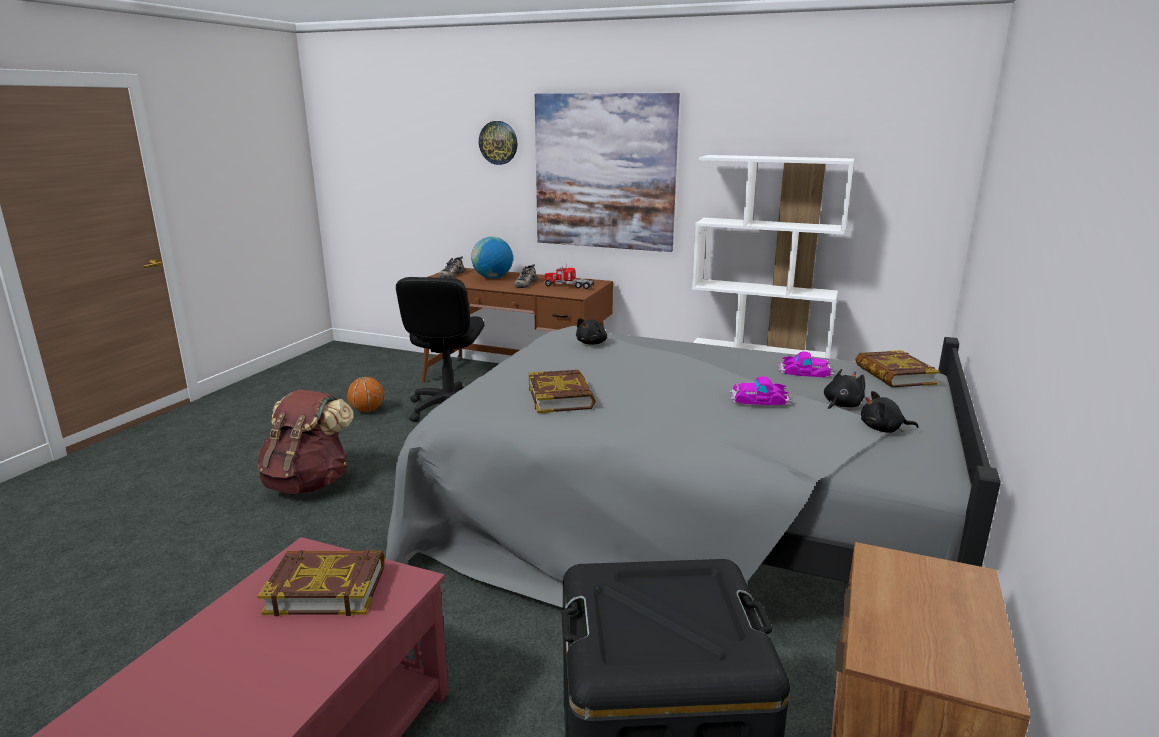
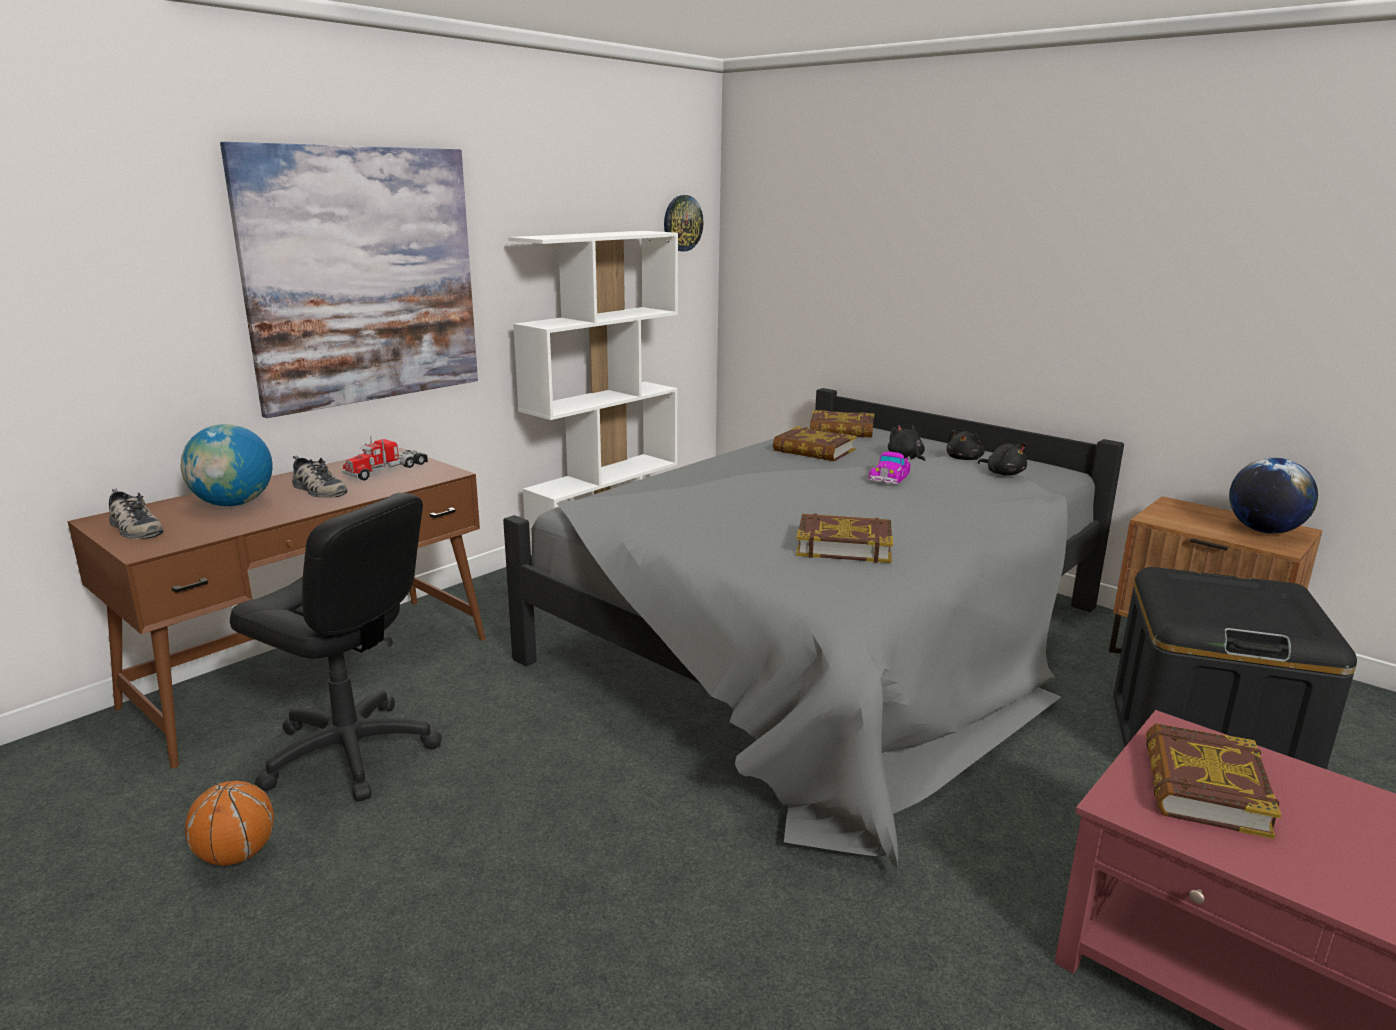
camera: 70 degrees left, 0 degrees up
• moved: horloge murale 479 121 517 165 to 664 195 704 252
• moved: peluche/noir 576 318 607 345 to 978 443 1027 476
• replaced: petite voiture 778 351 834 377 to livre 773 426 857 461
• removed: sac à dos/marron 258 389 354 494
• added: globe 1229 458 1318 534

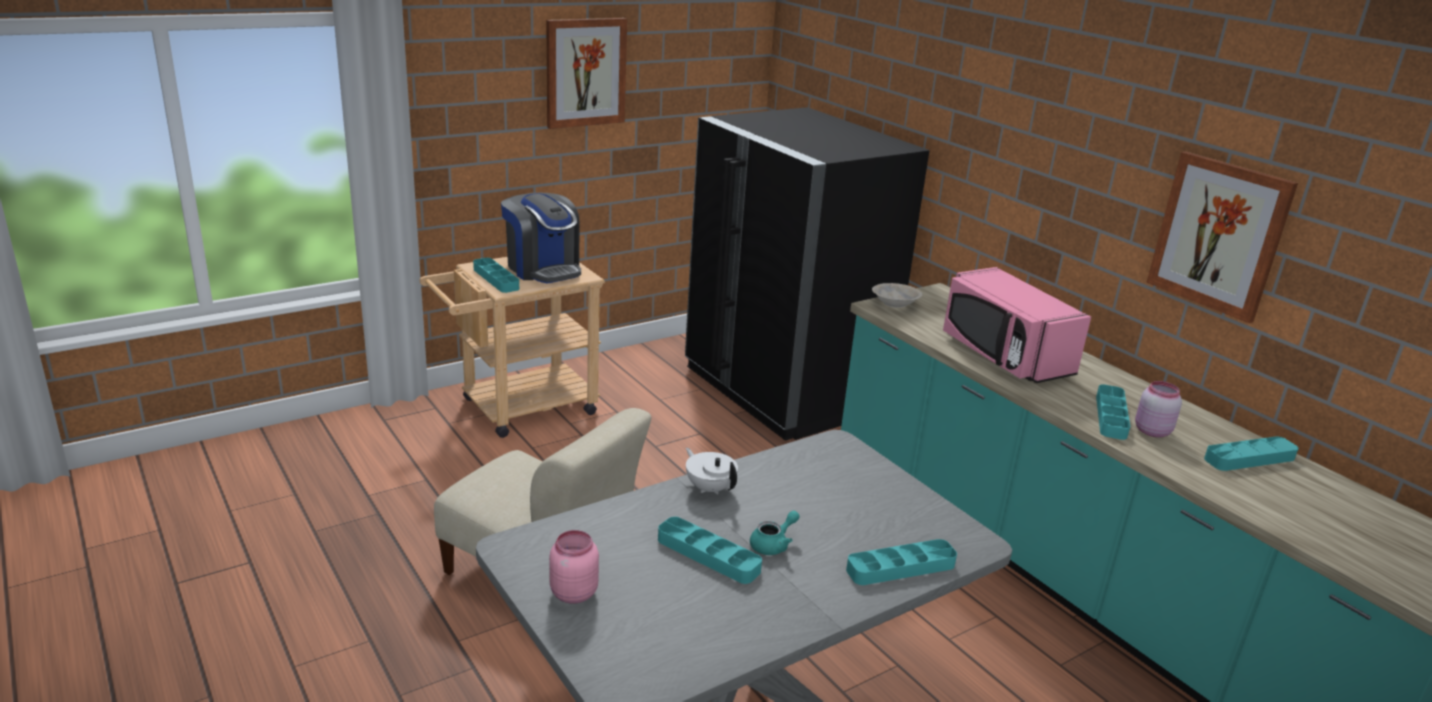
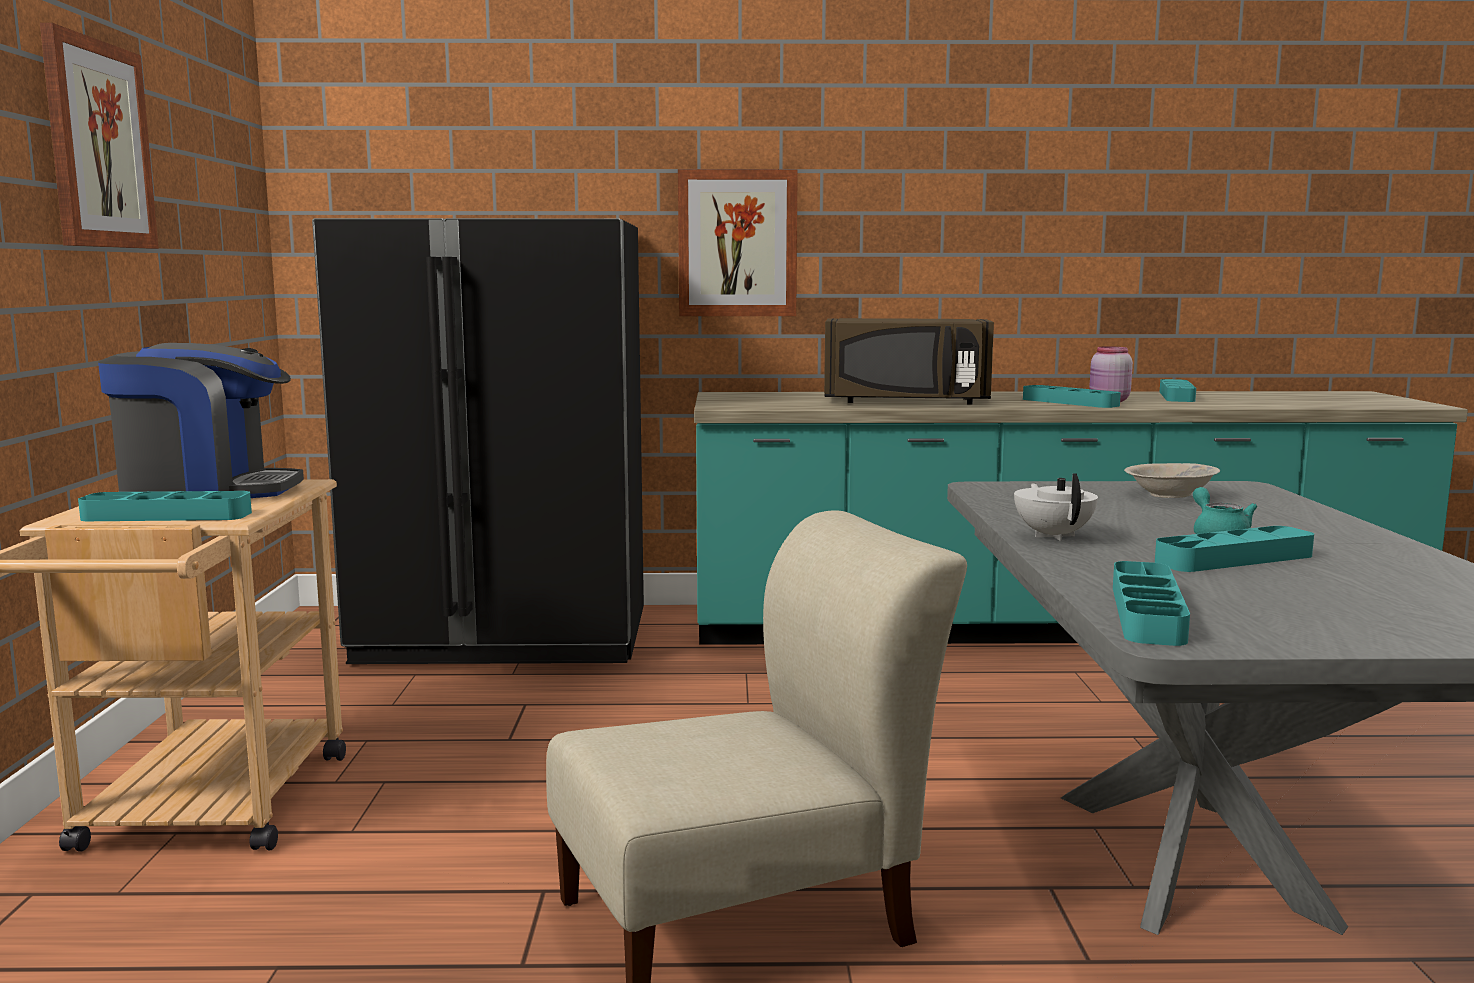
camera: 55 degrees left, 15 degrees down
• moved: tableau 1146 152 1298 323 to 678 169 798 316
• recoloured: micro-ondes/rose 943 267 1091 383 to micro-ondes/marron 824 318 994 405
• moved: bol/beige 872 283 922 308 to 1124 463 1220 498
• turned: théière/blanc 686 448 738 495 = 1014 473 1098 541 90 degrees clockwise
• removed: bocal/rose 549 530 599 604
• moved: plateau/turquoise 846 539 957 585 to 1113 561 1190 646

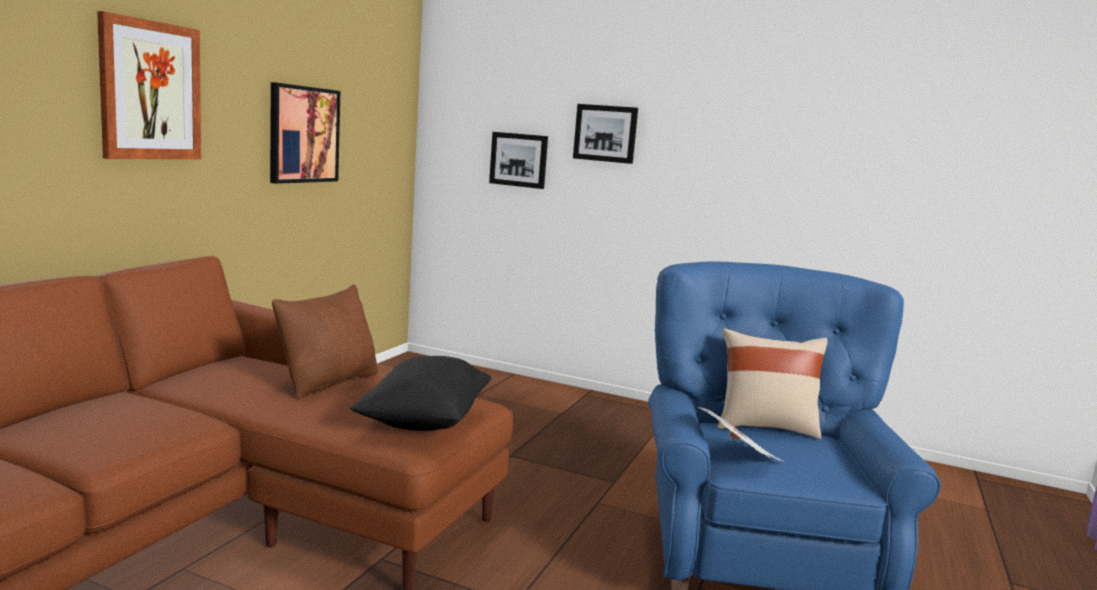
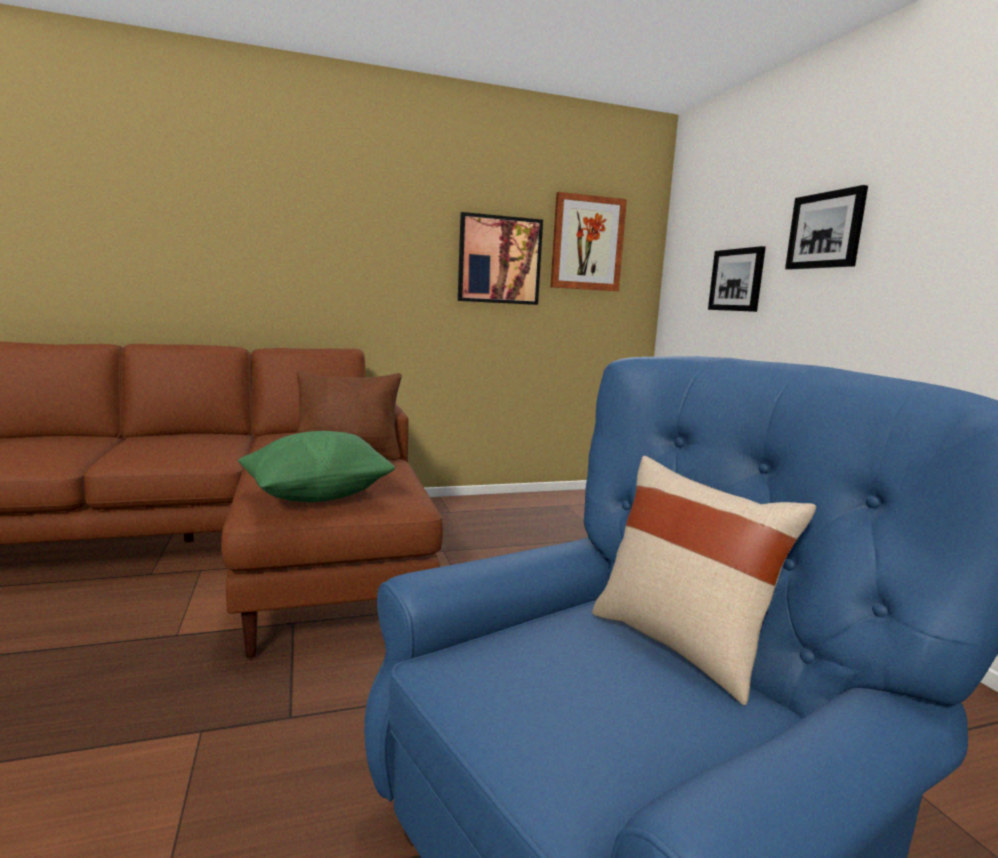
camera: 50 degrees right, 0 degrees up
• moved: tableau 97 11 201 159 to 550 192 627 291
• recoloured: coussin/noir 350 356 491 431 to coussin/vert 238 431 396 502
• removed: journal 698 407 785 462

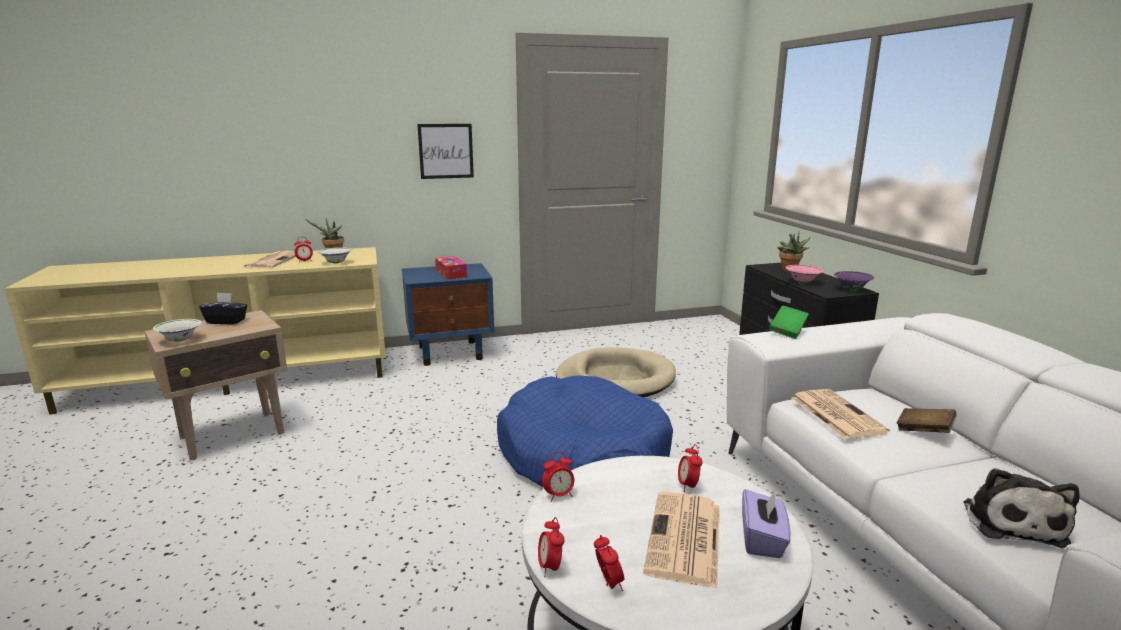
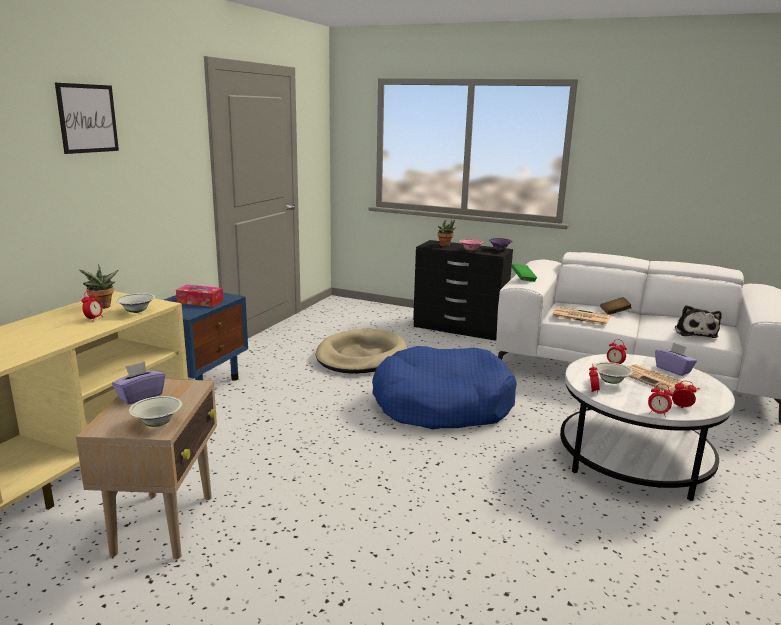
camera: 50 degrees left, 0 degrees up
• moved: tableau 417 124 474 179 to 55 83 119 154
• removed: journal 243 251 296 269
• recoloured: boîte à mouchoirs/noir 199 293 247 325 to boîte à mouchoirs/violet 112 361 165 405
• turned: peluche 964 468 1079 548 = 675 305 722 338 45 degrees clockwise
• added: bol/blanc 593 362 633 384

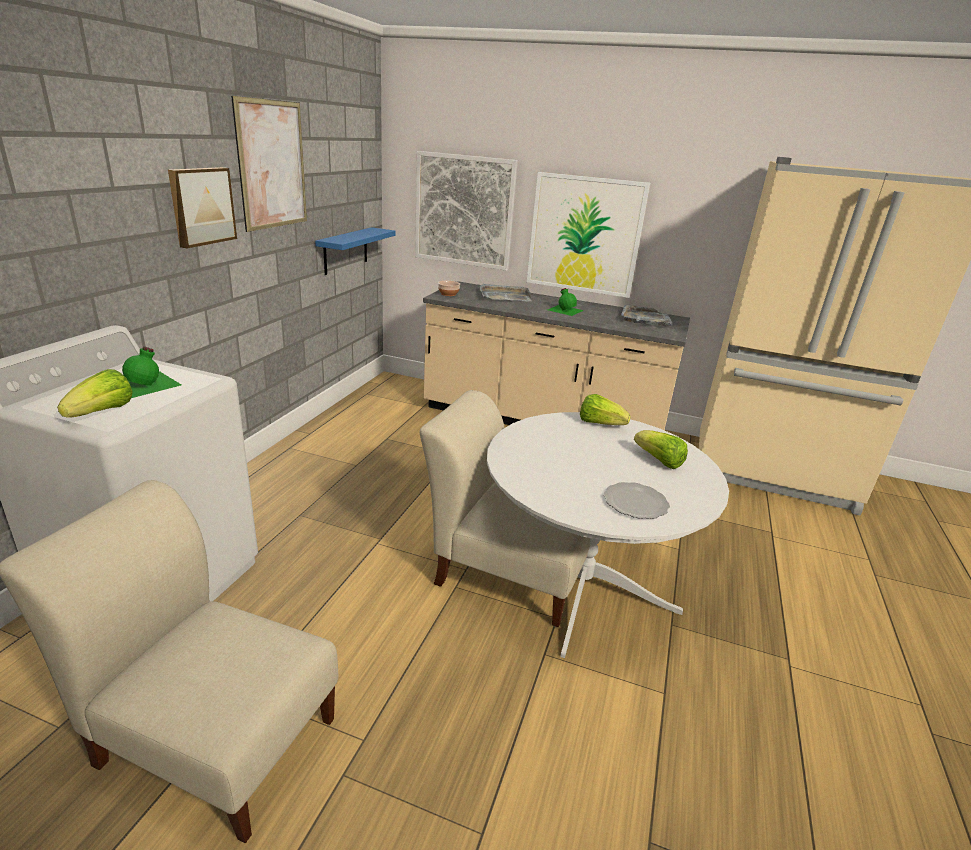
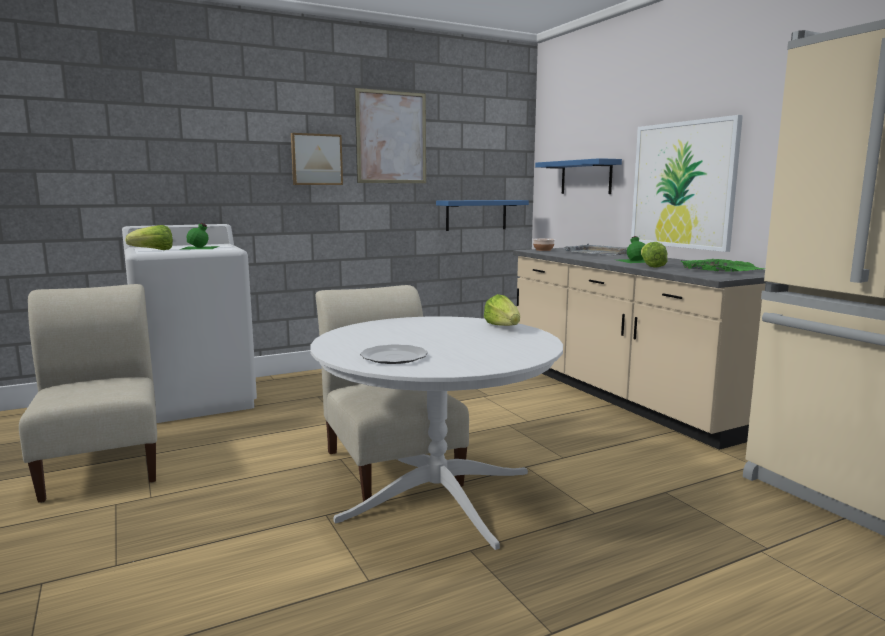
camera: 45 degrees right, 15 degrees down
• replaced: tableau 415 151 518 271 to étagère/bleu 535 158 622 194
• recoloured: plateau/gris 621 305 673 326 to plateau/vert 680 259 765 272
• moved: laitue 634 430 688 469 to 641 242 668 268

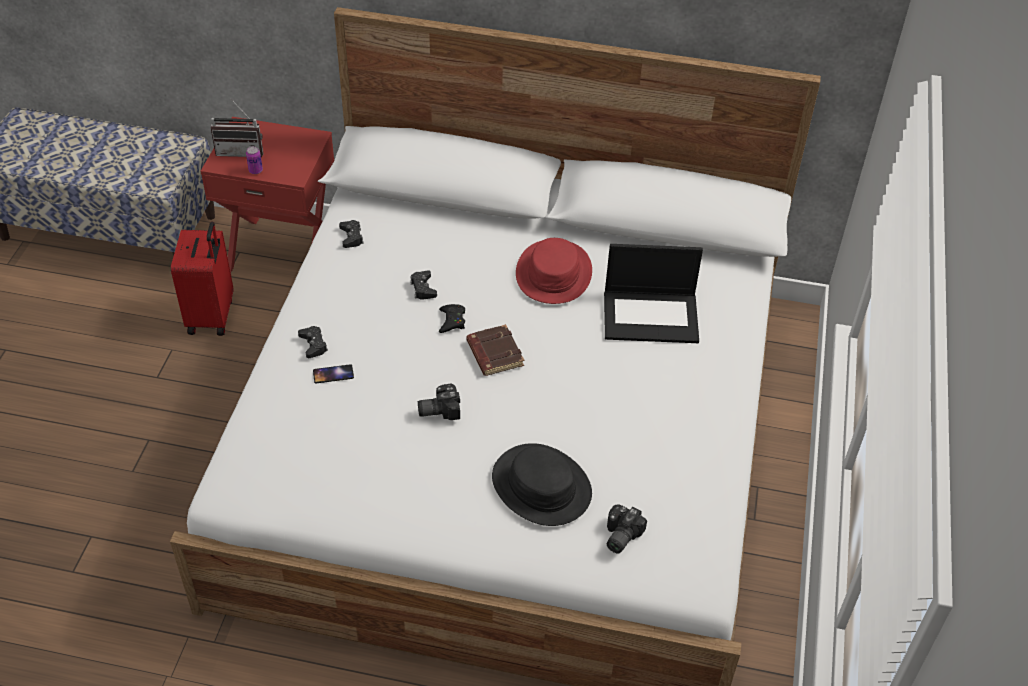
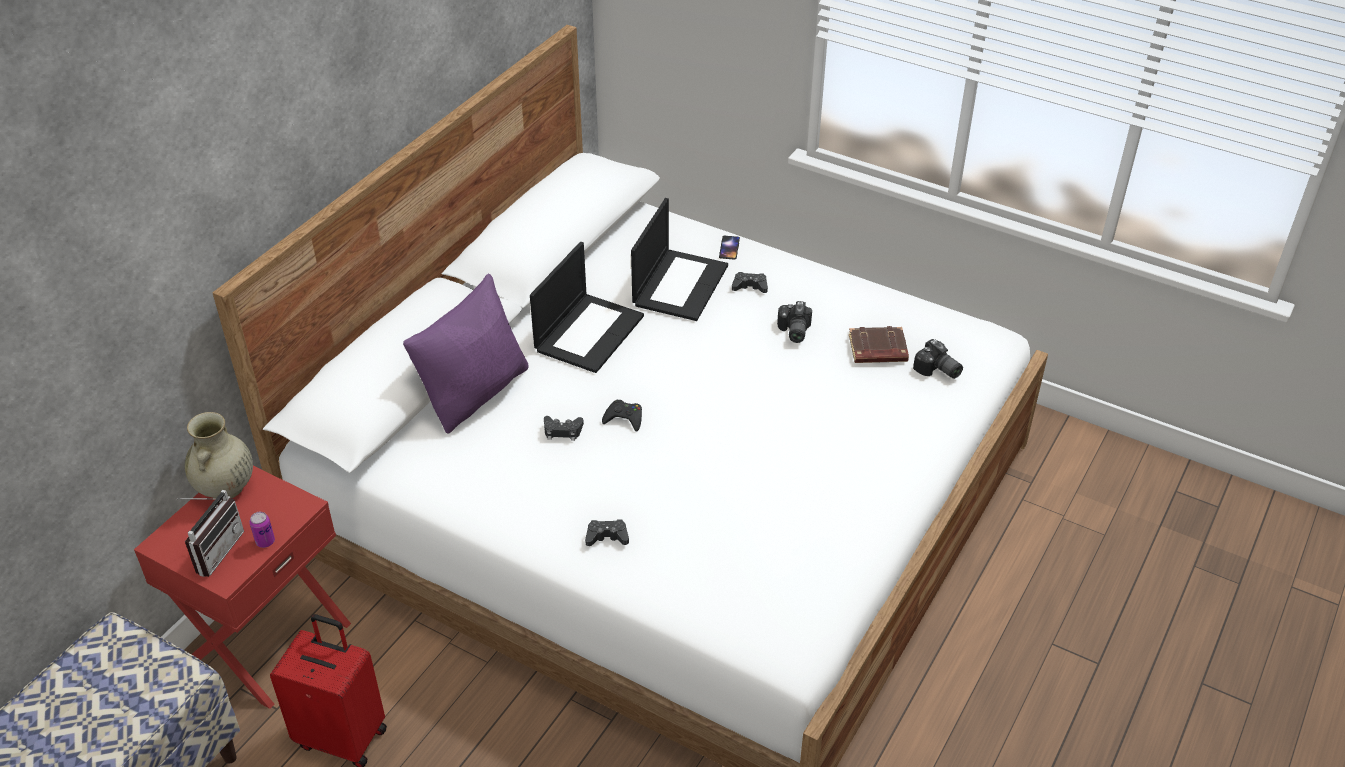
camera: 70 degrees left, 5 degrees down
• moved: manette/noir 339 220 364 248 to 732 272 768 293
• replaced: chapeau/rouge 516 238 592 304 to ordinateur portable 530 242 644 373
• moved: livre/marron 466 324 524 376 to 849 326 909 363
• moved: téléphone 313 364 354 383 to 719 236 740 260
• moved: appareil photo 418 383 460 420 to 777 301 812 343
• removed: chapeau/noir 492 443 592 526
• added: coussin/violet 403 274 529 434
• added: vase/beige 185 412 253 498

